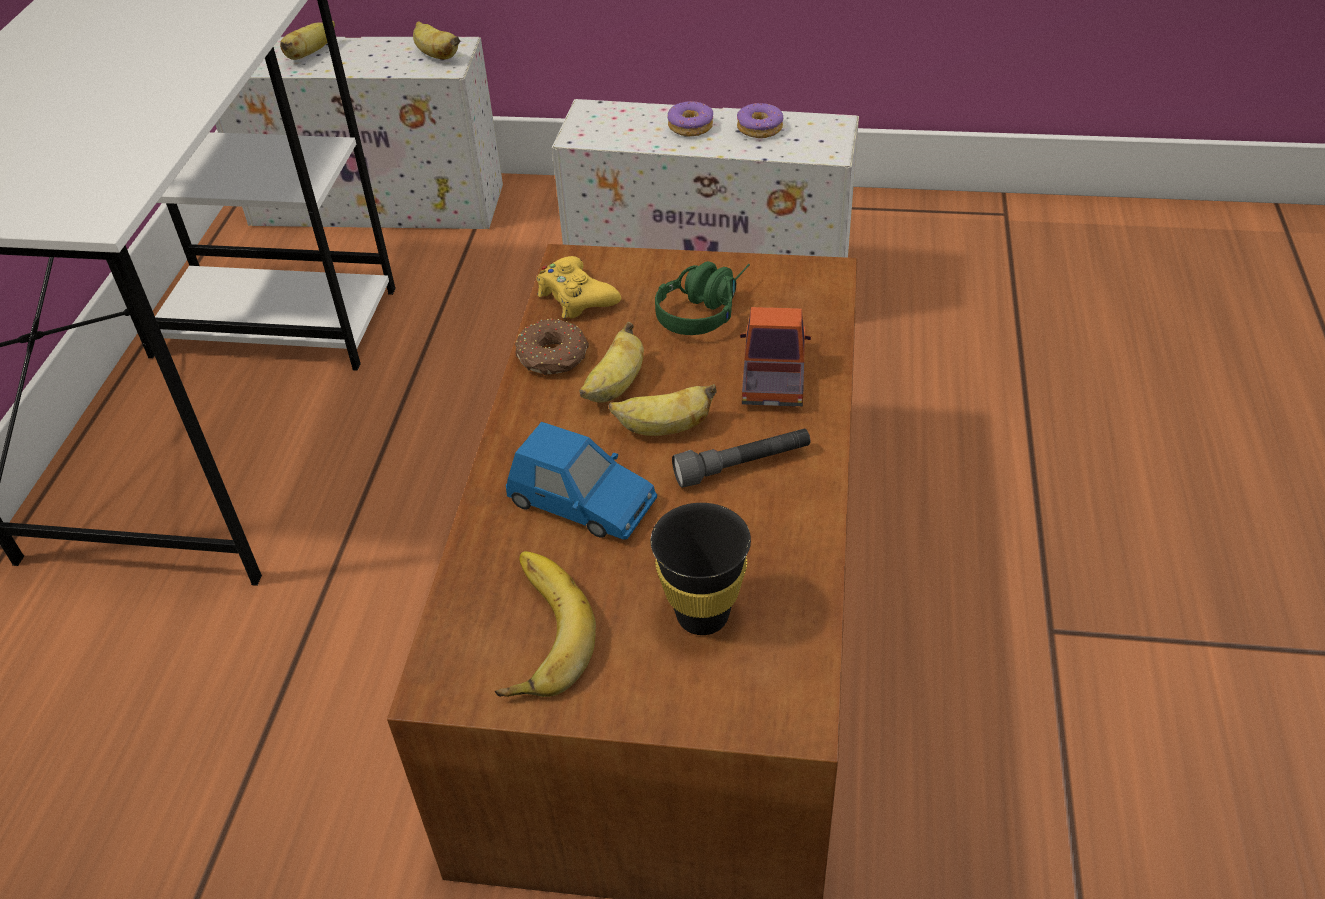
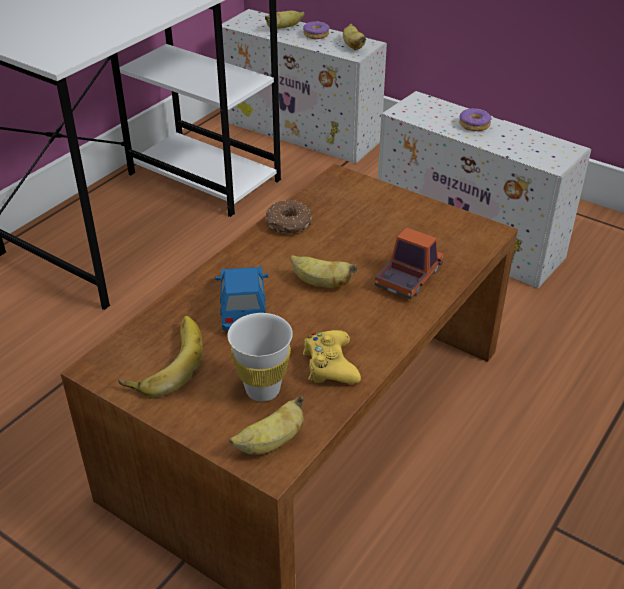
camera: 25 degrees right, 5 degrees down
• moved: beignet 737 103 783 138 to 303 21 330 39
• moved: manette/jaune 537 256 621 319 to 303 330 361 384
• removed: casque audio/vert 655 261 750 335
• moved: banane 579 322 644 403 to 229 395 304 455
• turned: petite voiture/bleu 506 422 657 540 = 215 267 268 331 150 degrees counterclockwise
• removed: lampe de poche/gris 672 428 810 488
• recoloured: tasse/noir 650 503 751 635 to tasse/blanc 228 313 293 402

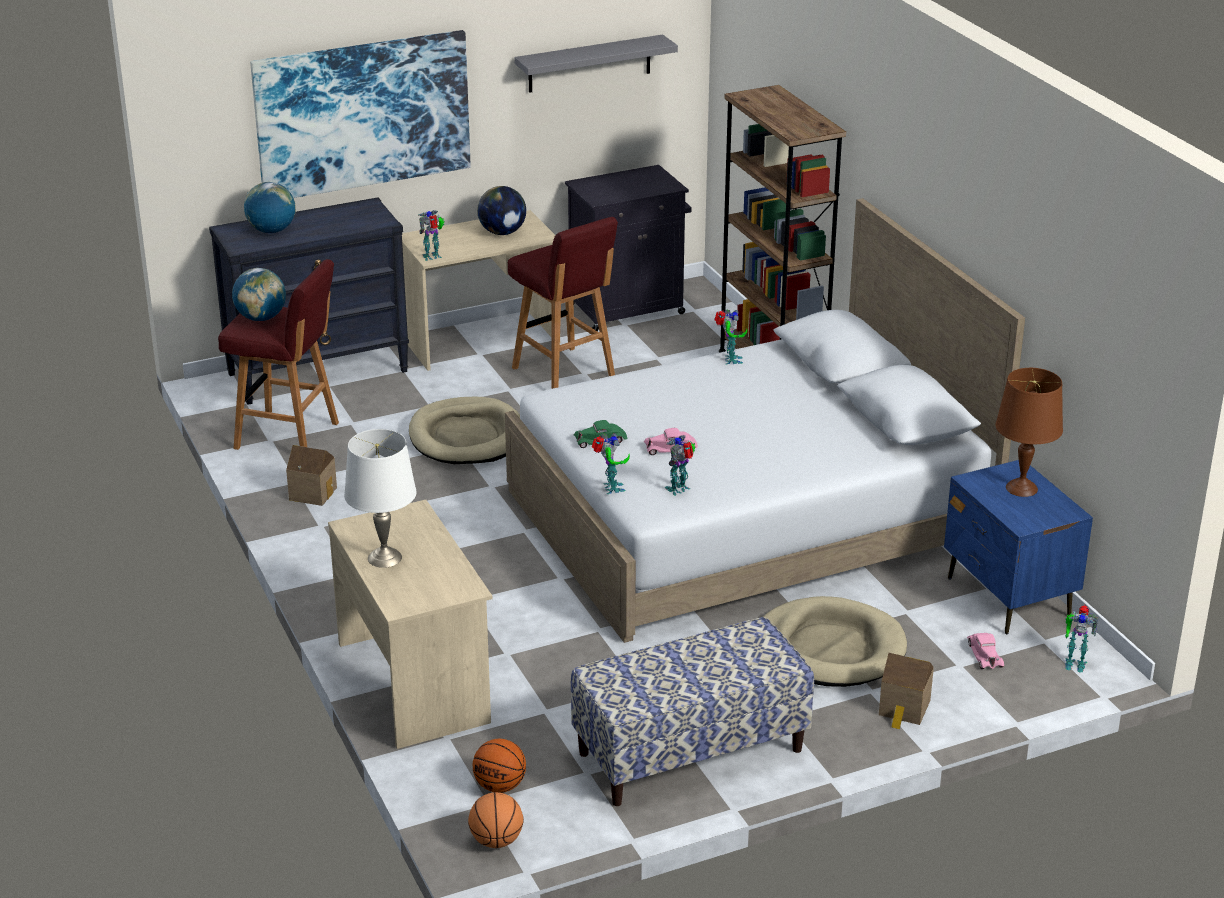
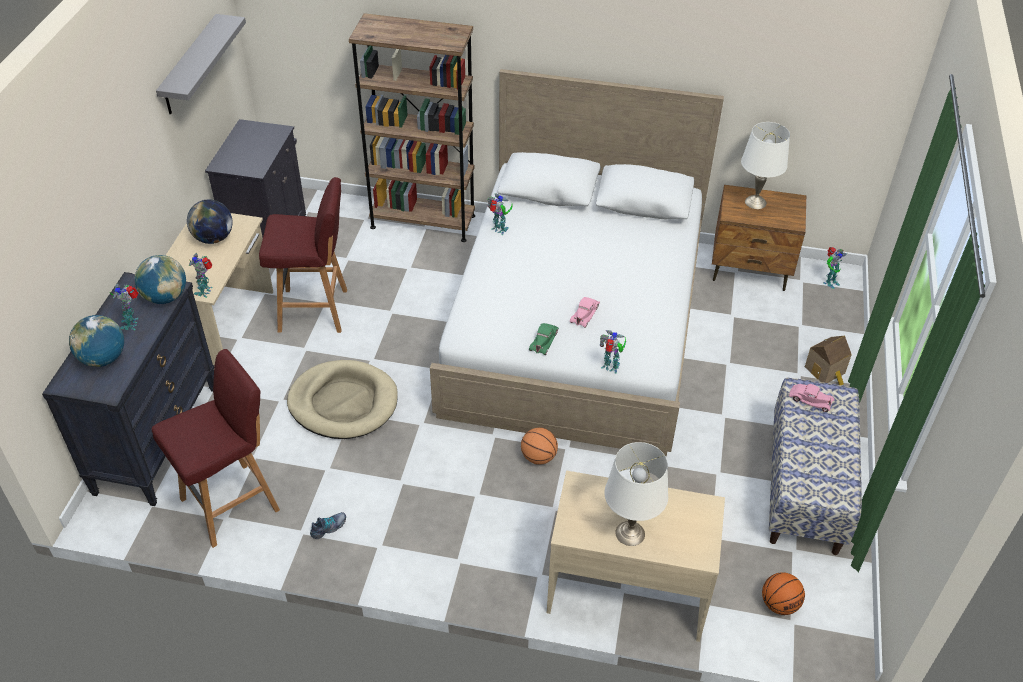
camera: 55 degrees left, 15 degrees up
• removed: tableau 250 30 471 198
• moved: globe 232 268 286 321 to 135 255 186 304
• recoloured: lampe de table/marron 995 368 1063 497 to lampe de table/blanc 741 122 790 209
• moved: robot jouet 665 435 696 496 to 110 283 138 330
• replaced: maison miniature 286 445 337 506 to chaussure 310 512 346 539
• recoloured: table de chevet/bleu 944 460 1093 634 to table de chevet/marron 712 185 806 291
• removed: panier pour chien/beige 763 596 907 687
• moved: petite voiture/rose 967 633 1004 669 to 789 384 835 412
• moved: ballon de basket 468 792 524 848 to 521 428 558 465

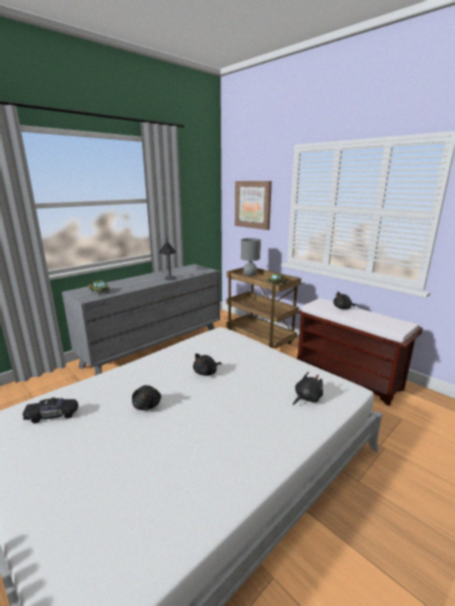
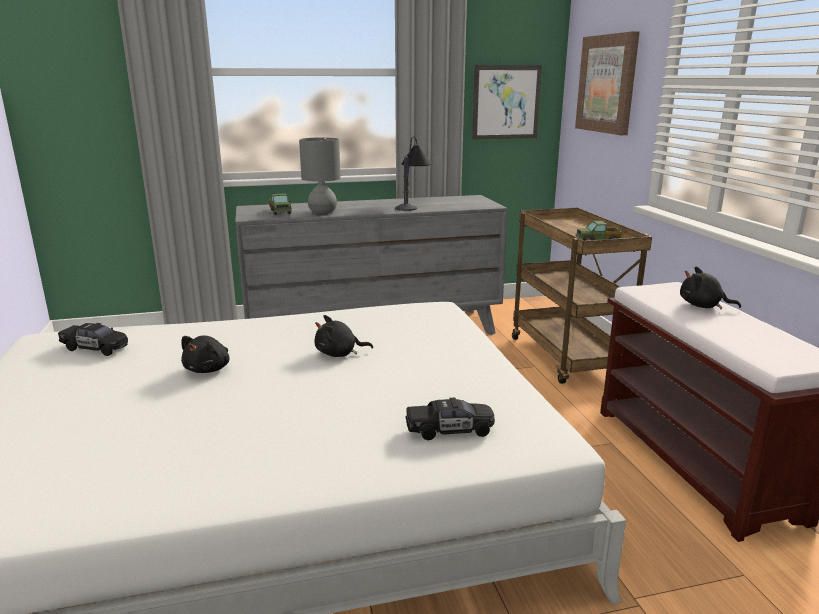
camera: 30 degrees right, 0 degrees up
• moved: lampe de table/gris 241 238 261 276 to 299 137 341 214
• replaced: peluche/noir 293 372 323 405 to petite voiture/noir 406 397 495 440
• added: tableau 472 65 542 140

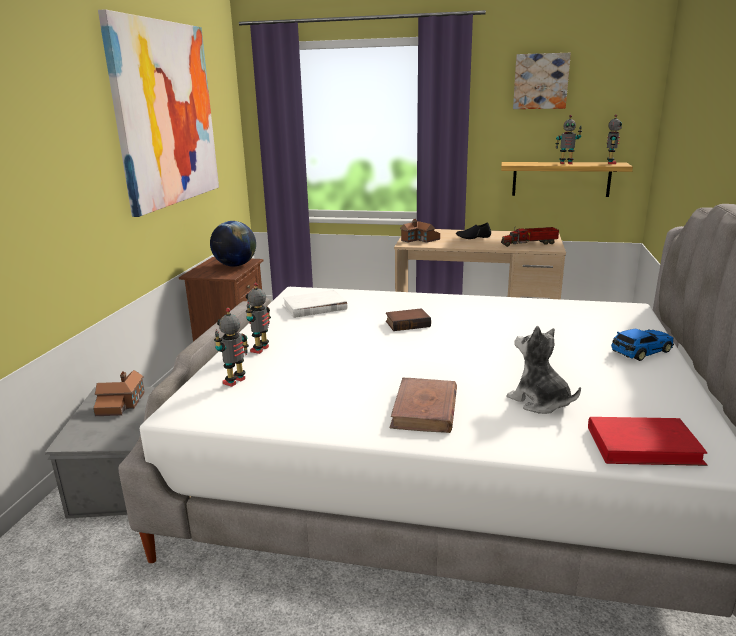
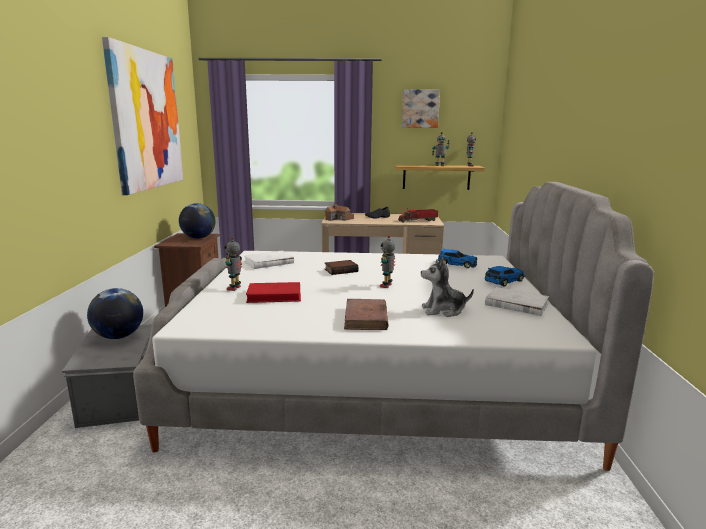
camera: 10 degrees left, 5 degrees down
• moved: robot jouet 214 308 249 387 to 380 235 395 288
• turned: peluche 507 326 581 414 = 421 258 474 317 45 degrees counterclockwise
• replaced: maison miniature 93 370 145 416 to globe 87 288 143 339
• moved: livre/rouge 588 417 707 466 to 246 282 301 303
• added: petite voiture 438 248 477 268
• added: livre/blanc 485 287 549 316

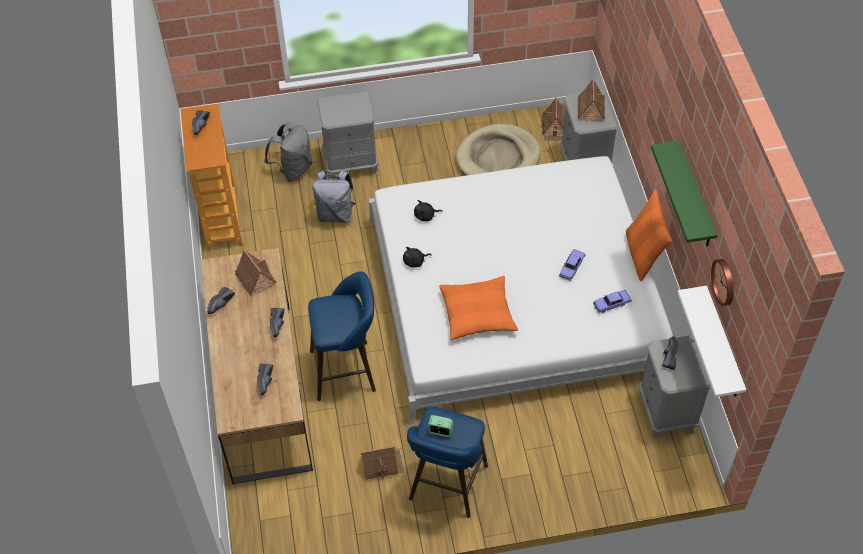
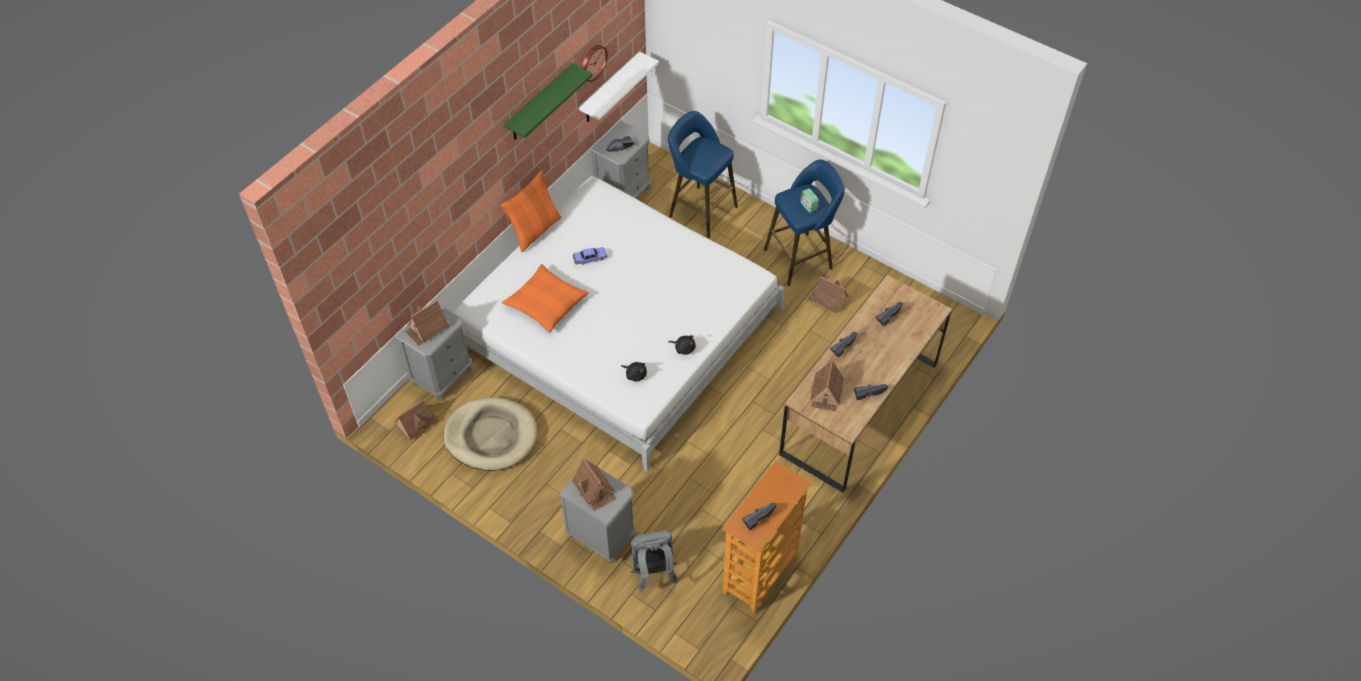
camera: 135 degrees left, 0 degrees up
• removed: sac à dos/gris 312 170 356 223
• moved: tabouret/bleu 308 272 376 401 to 668 111 738 238
• moved: coussin/orange 439 276 518 340 to 502 264 589 333
• removed: petite voiture 593 290 632 313
• added: maison miniature 572 458 617 511

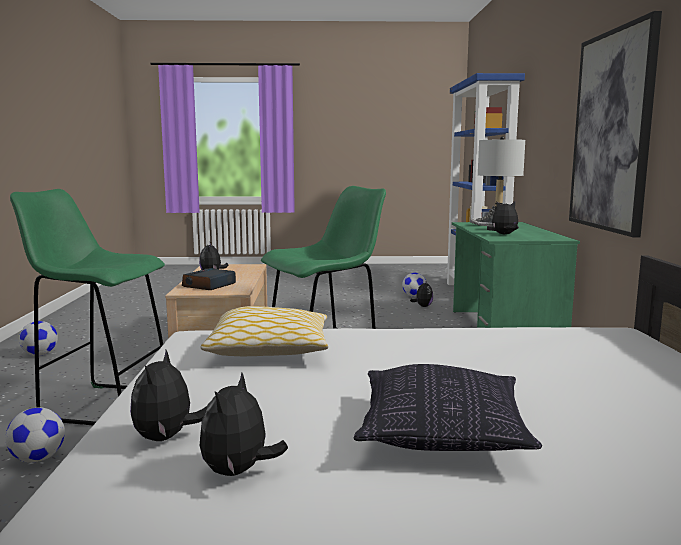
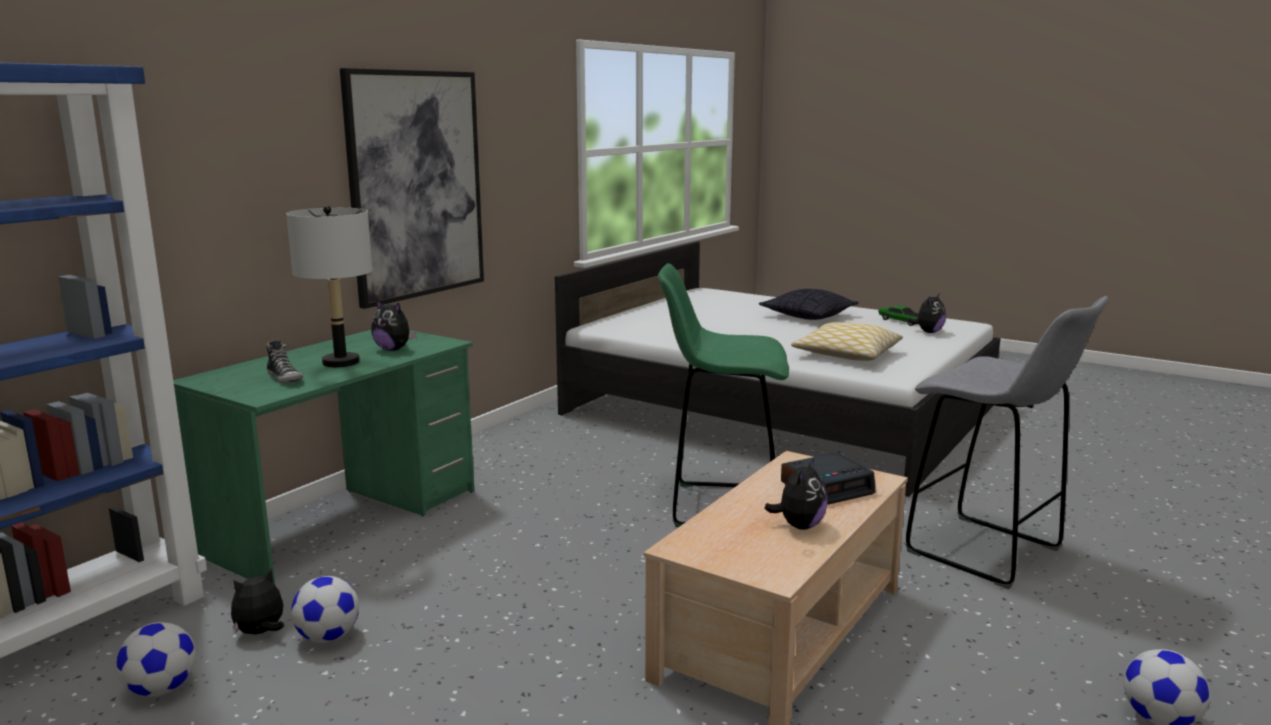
camera: 145 degrees left, 5 degrees up
• recoloured: tabouret/vert 10 189 165 425 to tabouret/gris 905 296 1109 589
• replaced: peluche 200 373 288 476 to petite voiture 878 306 919 326
• moved: ballon de foot 5 407 65 463 to 291 576 359 643

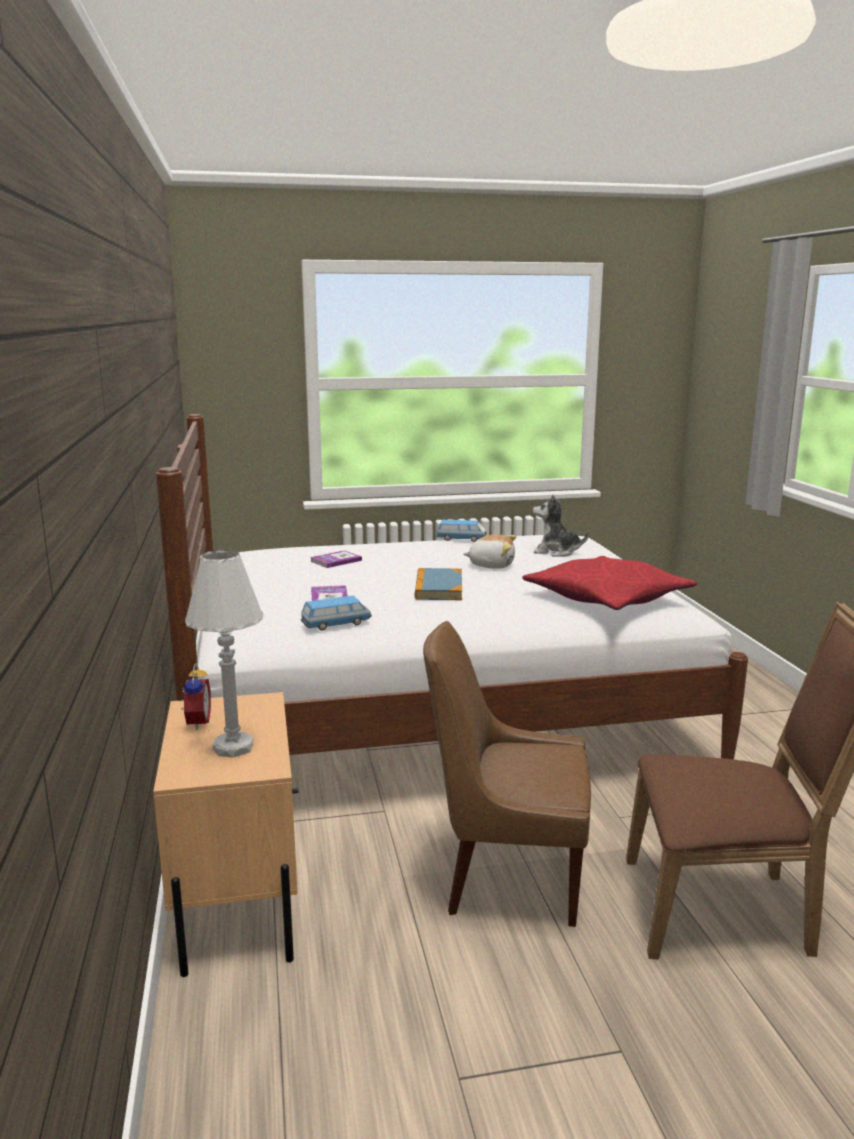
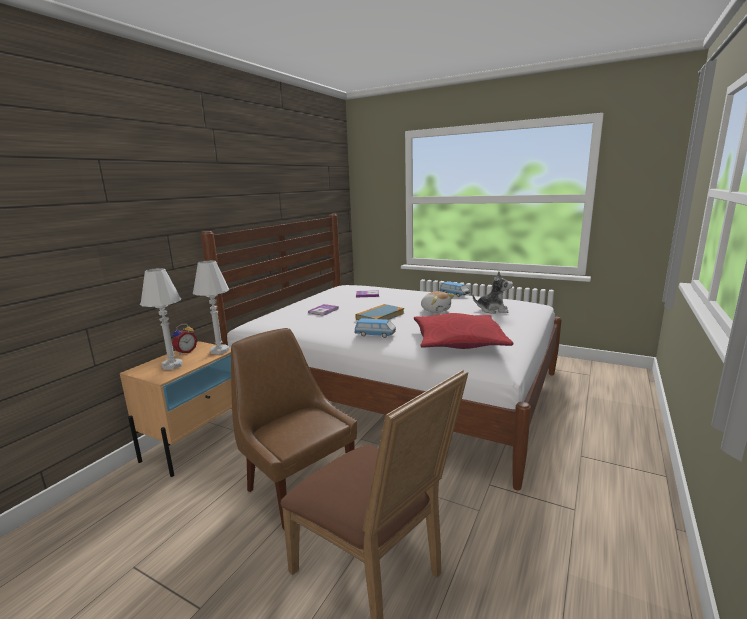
camera: 40 degrees right, 0 degrees up
• turned: peluche 533 494 589 557 = 473 272 513 314 135 degrees clockwise
• moved: petite voiture 301 596 372 631 to 354 318 396 338
• added: lampe de table/blanc 193 260 230 355

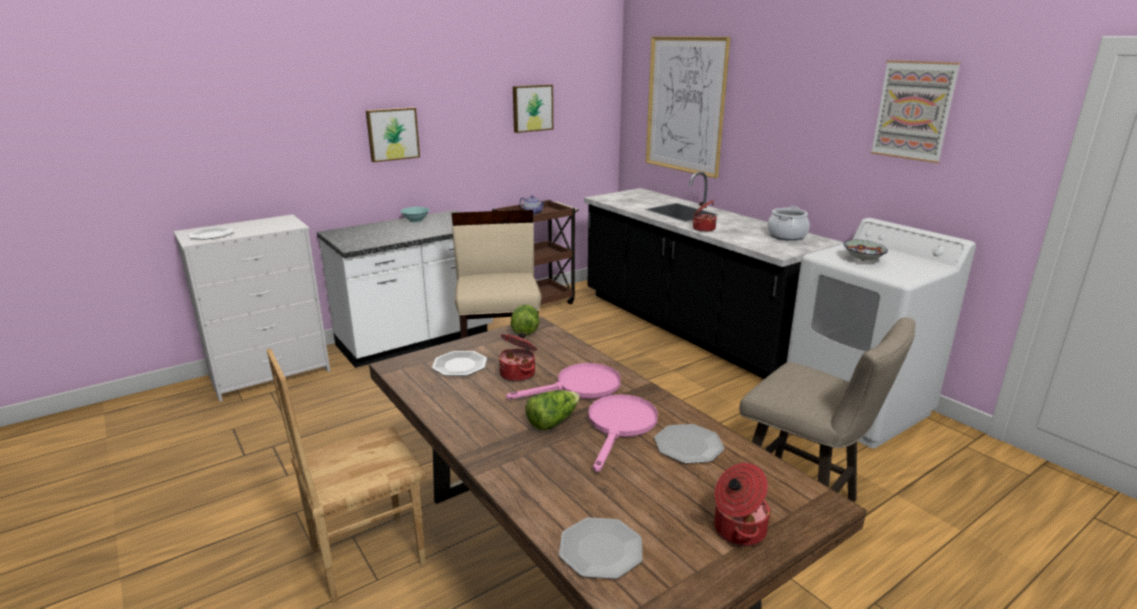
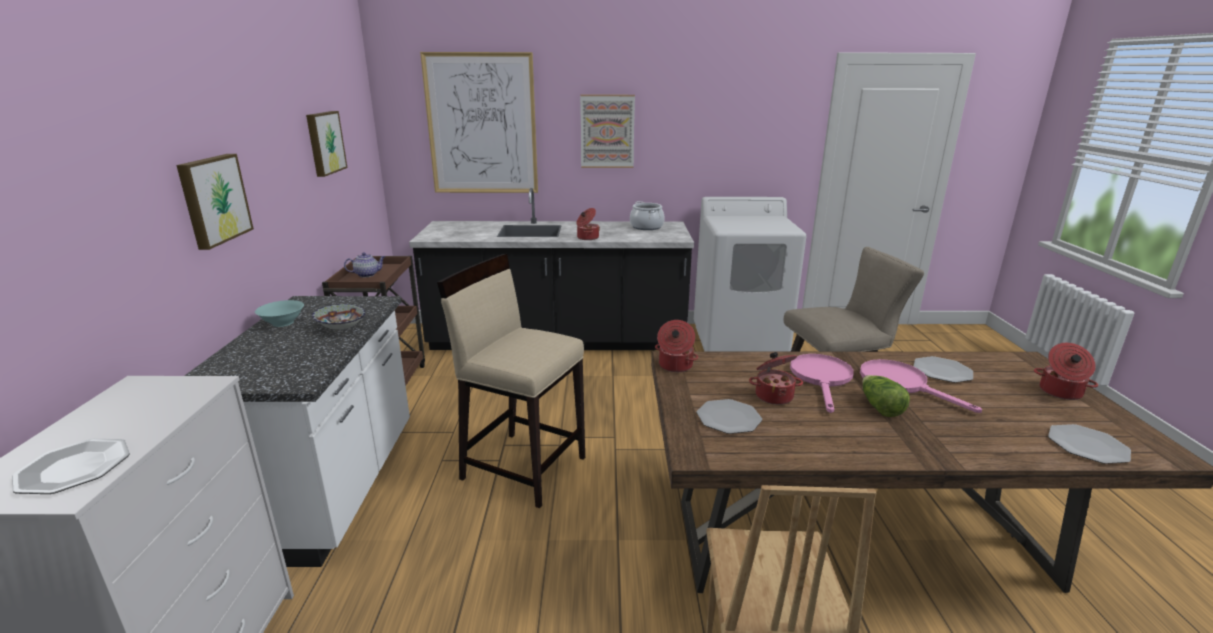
camera: 55 degrees left, 0 degrees up
• moved: tableau 870 60 961 163 to 580 94 635 168
• moved: bol 844 240 888 261 to 312 304 365 330
• replaced: laitue 511 305 539 335 to marmite 655 320 698 372

